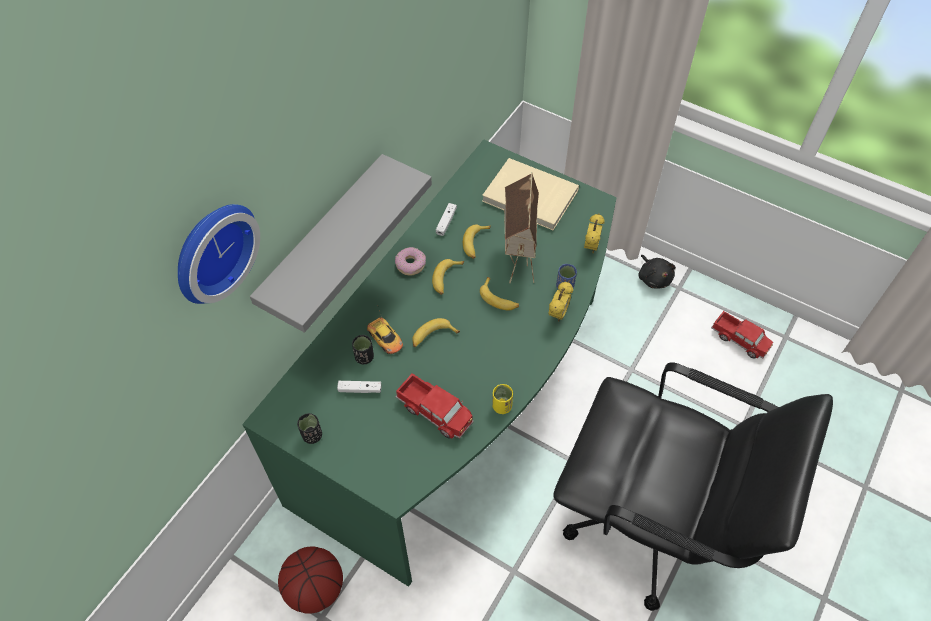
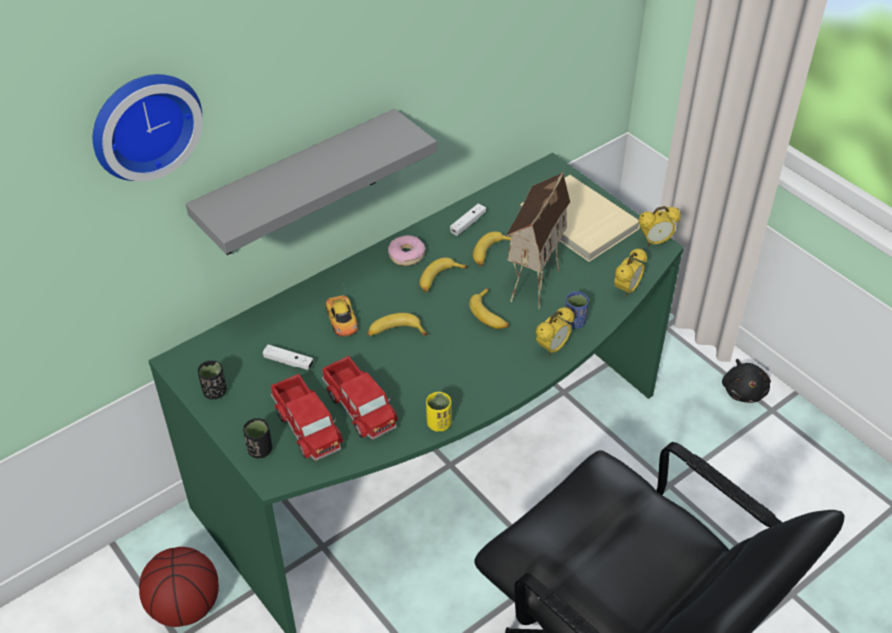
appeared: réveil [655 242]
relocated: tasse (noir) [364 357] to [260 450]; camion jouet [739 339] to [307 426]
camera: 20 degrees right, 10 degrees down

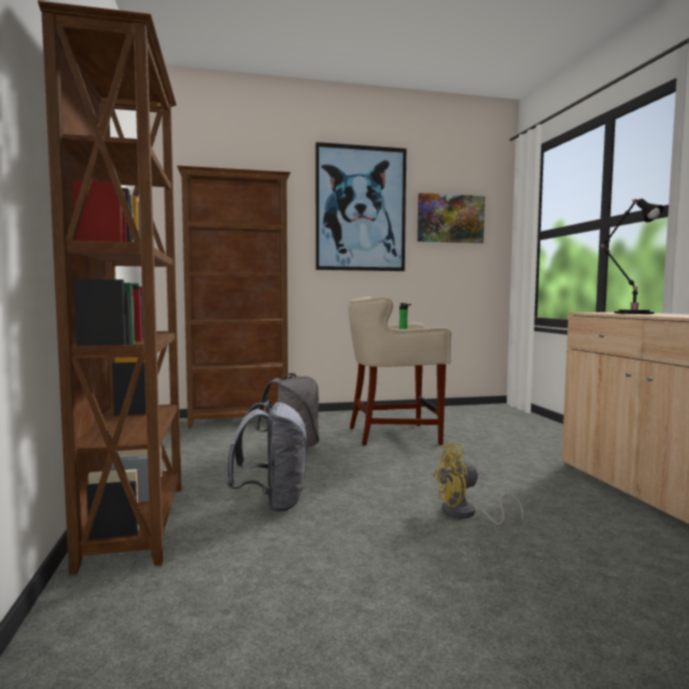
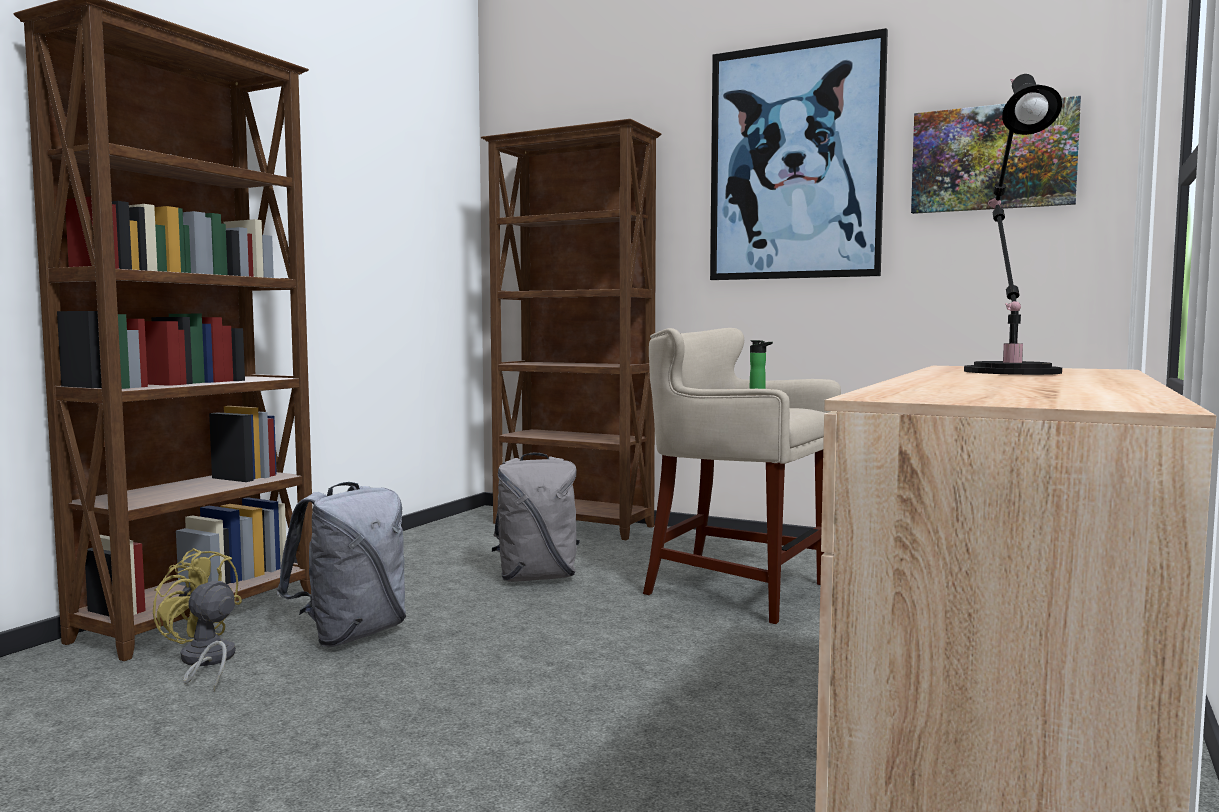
relocated: ventilateur (jaune) [465 514] to [205 662]
camera: 40 degrees right, 0 degrees up

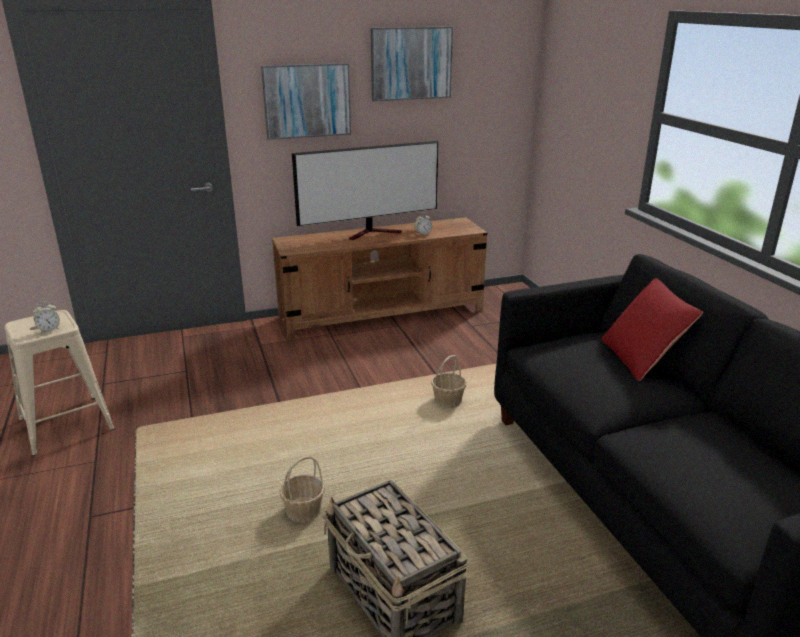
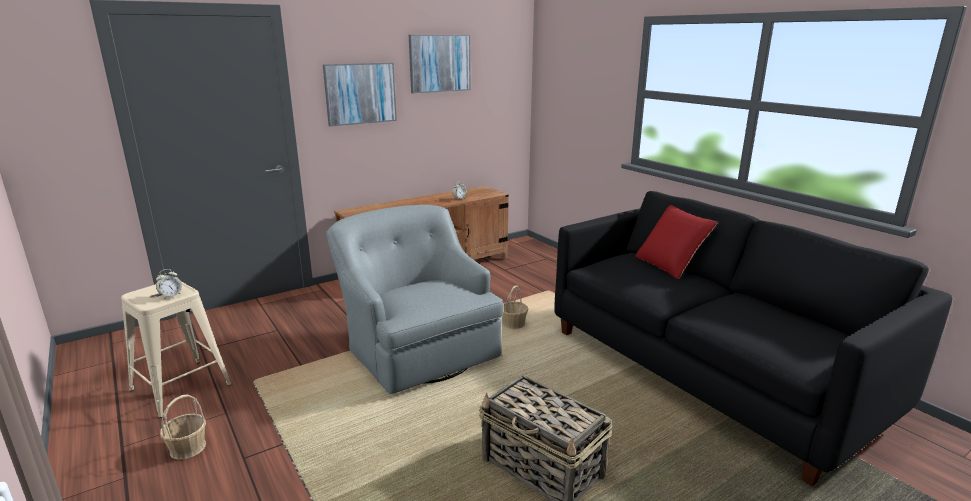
missing: téléviseur [374 233]
appeared: fauteuil (gris) [417 348]
relocated: panier [303 511] to [187 448]
camera: 15 degrees left, 5 degrees down

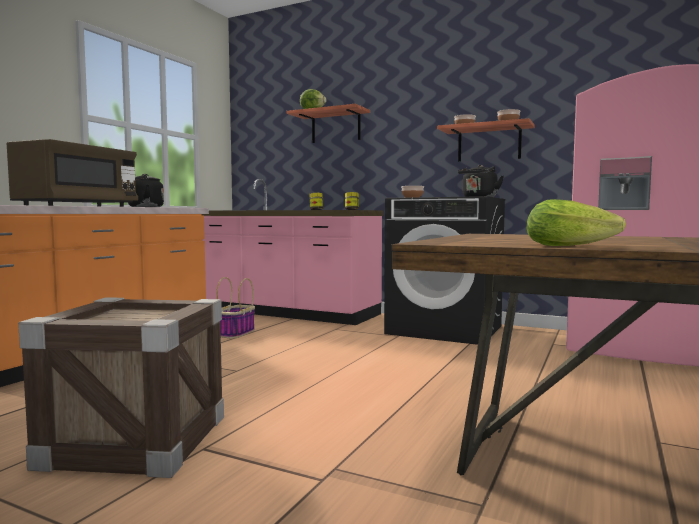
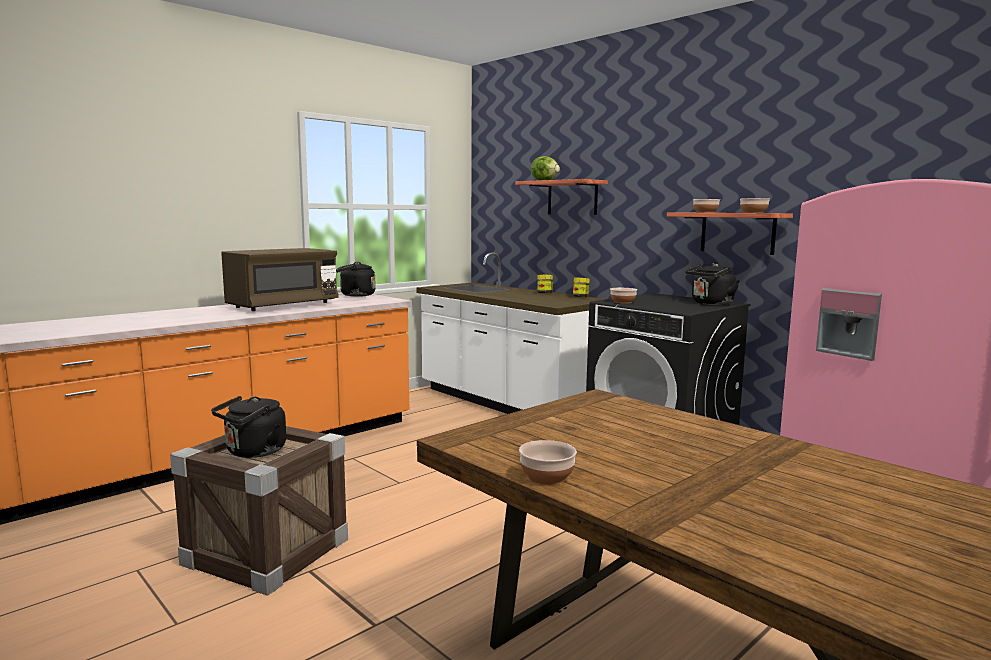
missing: panier [236 333]
appeared: bouilloire (noir) [253 452]
exchanged: laitue [573 246] to bol [547 476]
colour: comptoir de cuisine (rose) [286 312] to comptoir de cuisine (blanc) [508 403]
camera: 20 degrees right, 5 degrees up

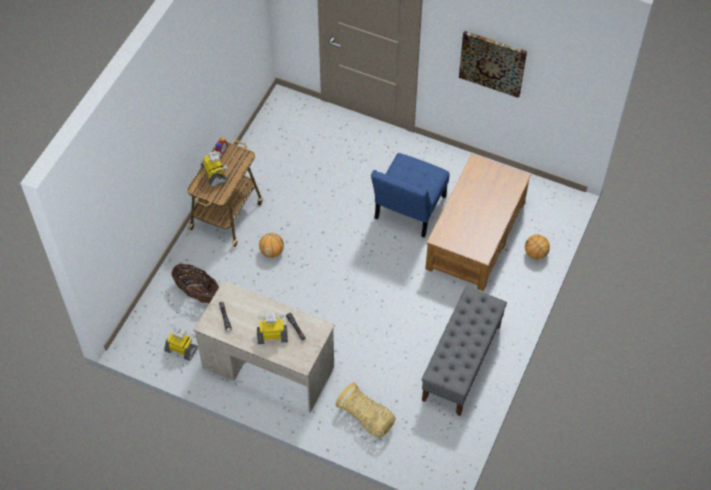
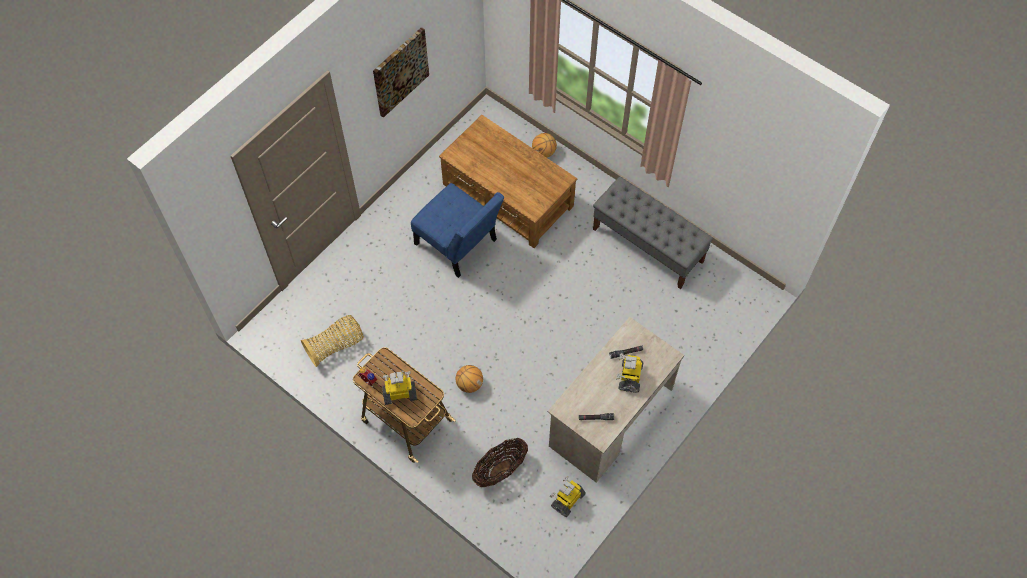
relocated: panier [366 418] to [336 346]
camera: 75 degrees left, 5 degrees up

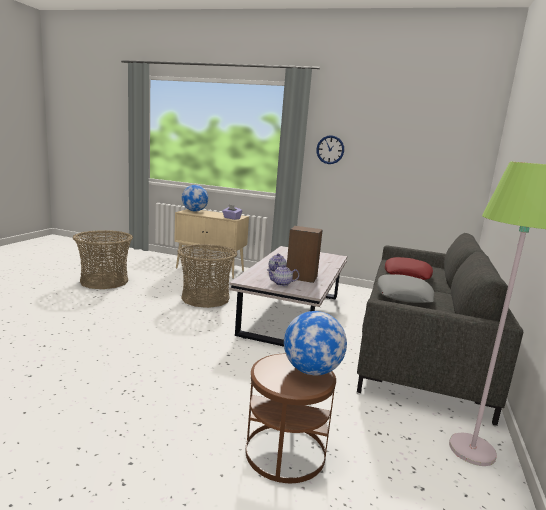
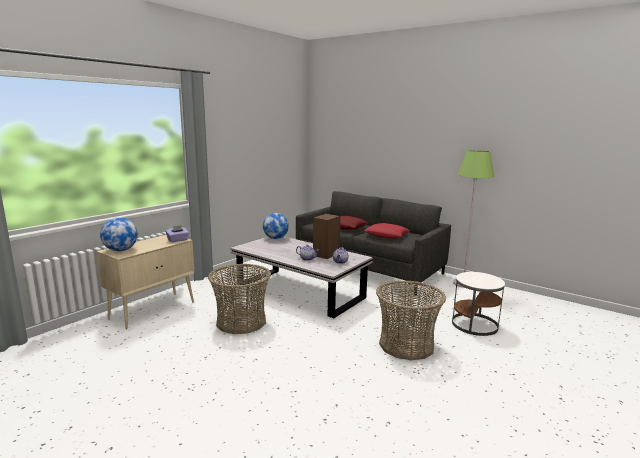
missing: horloge murale [330 149]
relocated: panier [104 281] to [406 345]; globe [312 371] to [275 238]
colour: table d'appoint (marron) [285 452] to table d'appoint (blanc) [475 324]; coussin (gris) [404 295] to coussin (rouge) [387 235]
camera: 70 degrees left, 0 degrees up

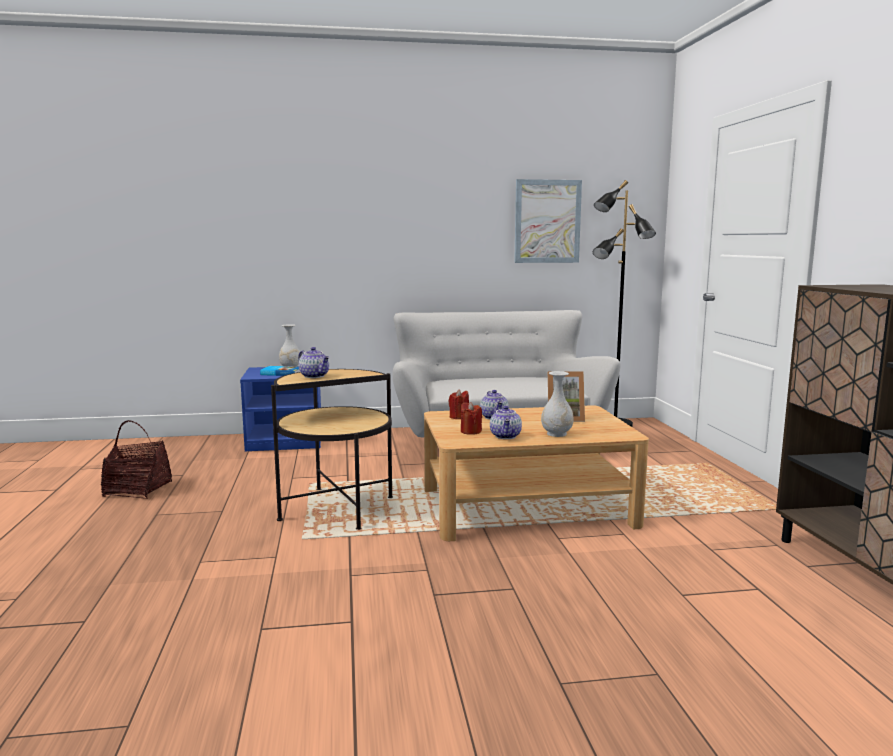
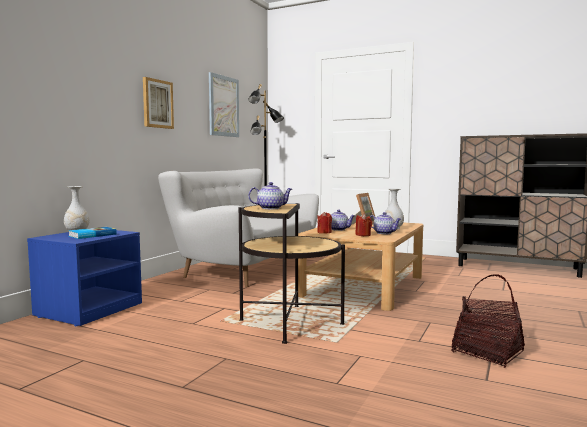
appeared: tableau [157 104]
relocated: panier [138 489] to [487 352]
camera: 55 degrees left, 5 degrees down

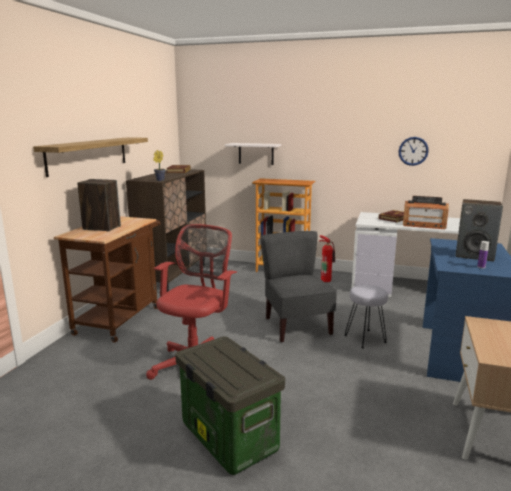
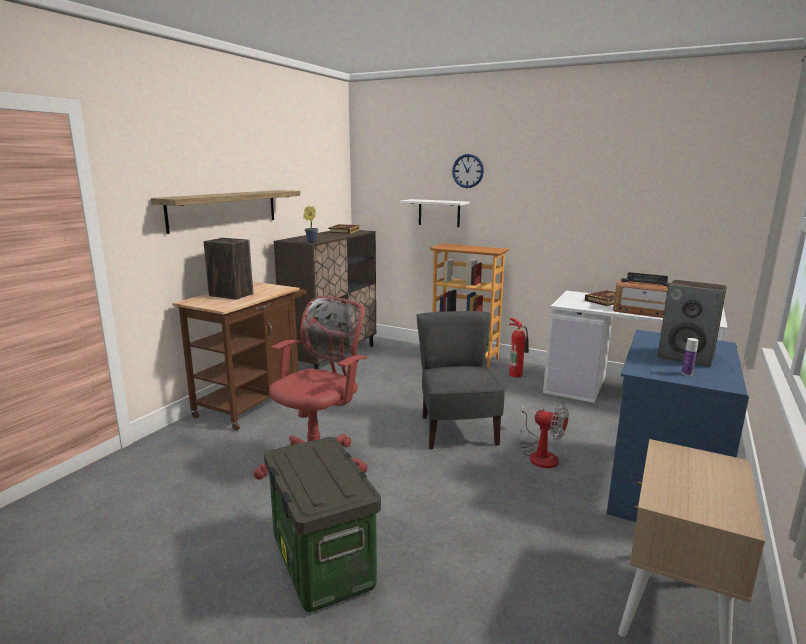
relocated: horloge murale [413 151] to [468 171]
exchanged: tabouret (gris) [365 338] to ventilateur [540 454]
camera: 10 degrees right, 0 degrees up

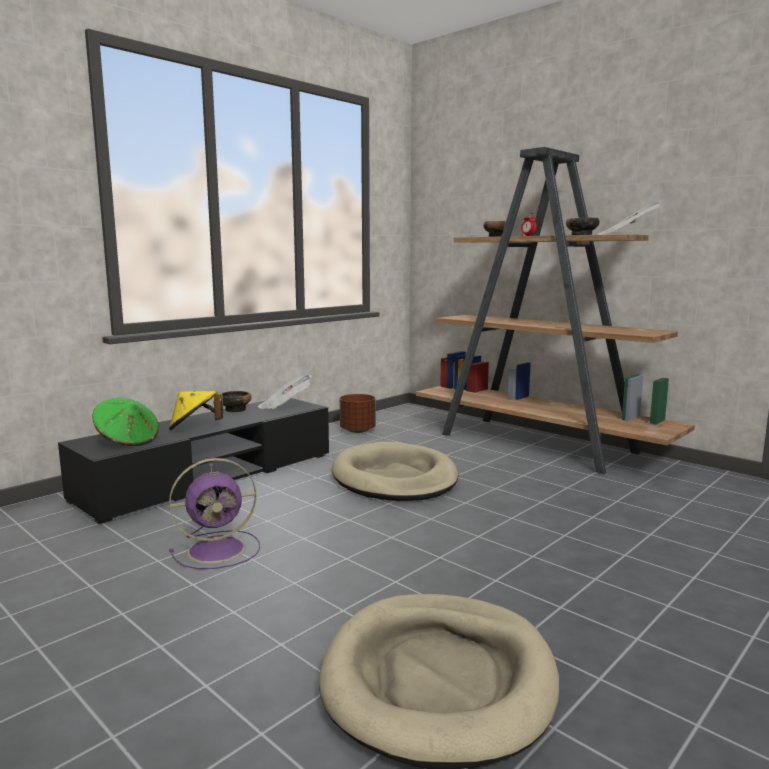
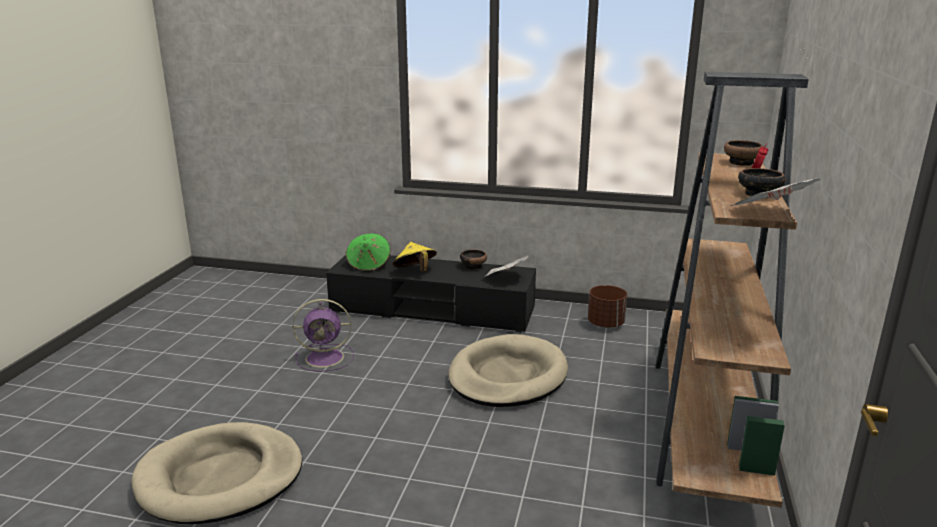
spun: ventilateur (violet) [219 549] = [326 358] 45 degrees counterclockwise
camera: 60 degrees right, 10 degrees up

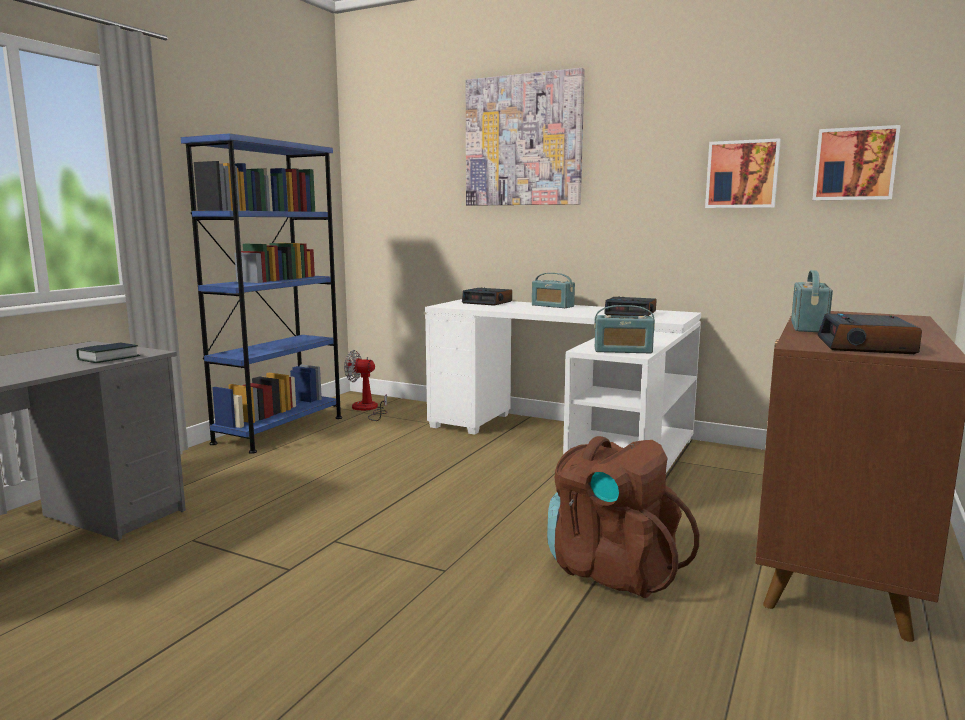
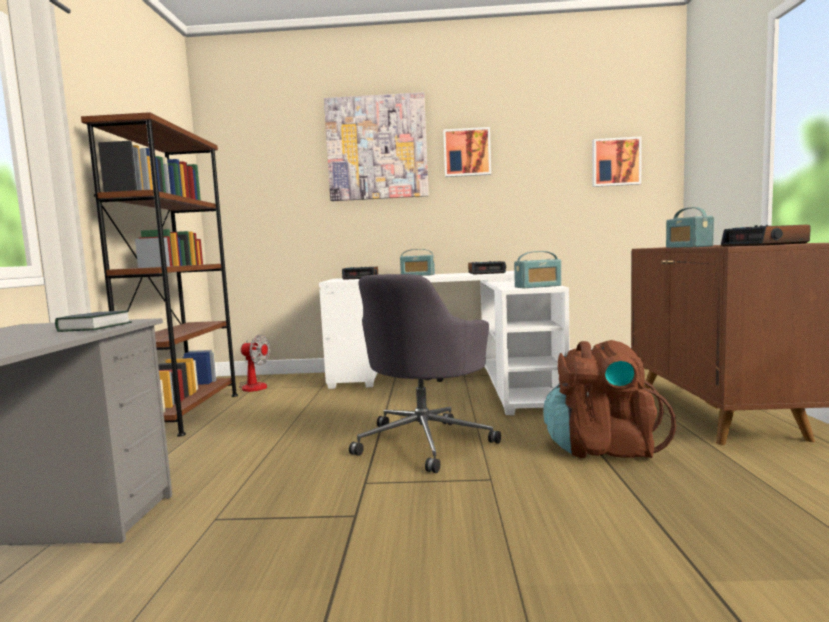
appeared: chaise de bureau (gris) [425 441]
relocated: tableau [742 174] to [467 152]
colour: bibliothèque (bleu) [280 430] to bibliothèque (marron) [186 414]
spun: ventilateur [367 409] = [254 386] 150 degrees counterclockwise
camera: 25 degrees left, 5 degrees down

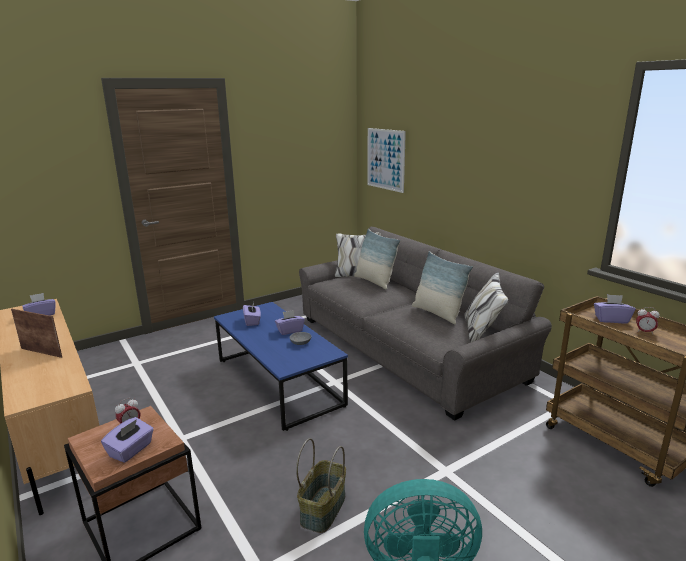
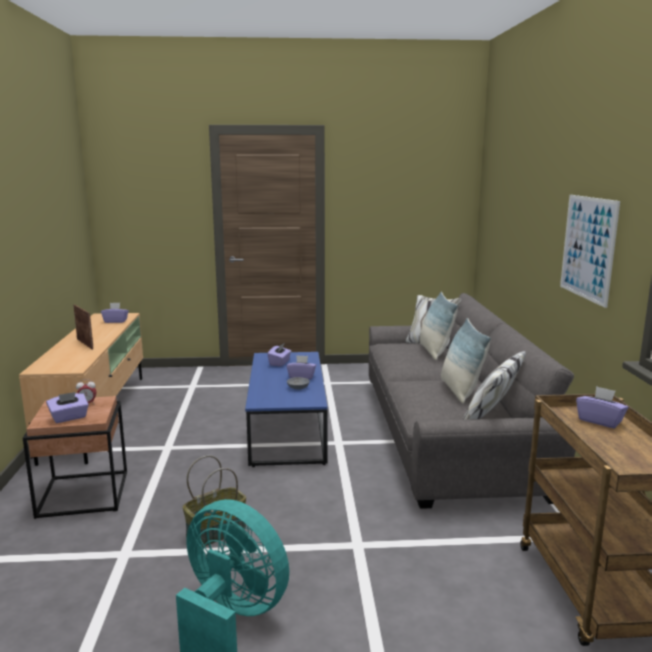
missing: réveil [644 332]
relocated: tableau [385 159] to [588 248]
camera: 30 degrees right, 5 degrees down

